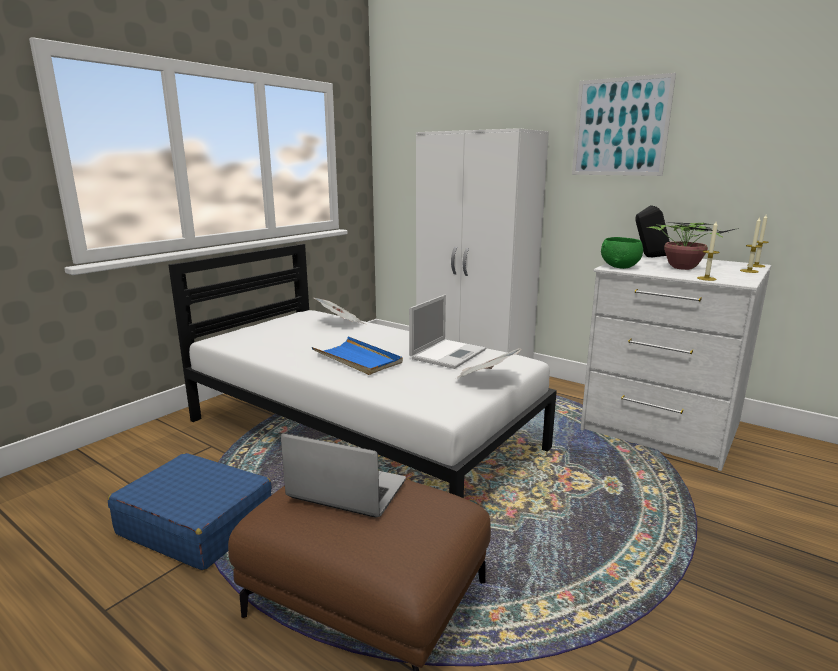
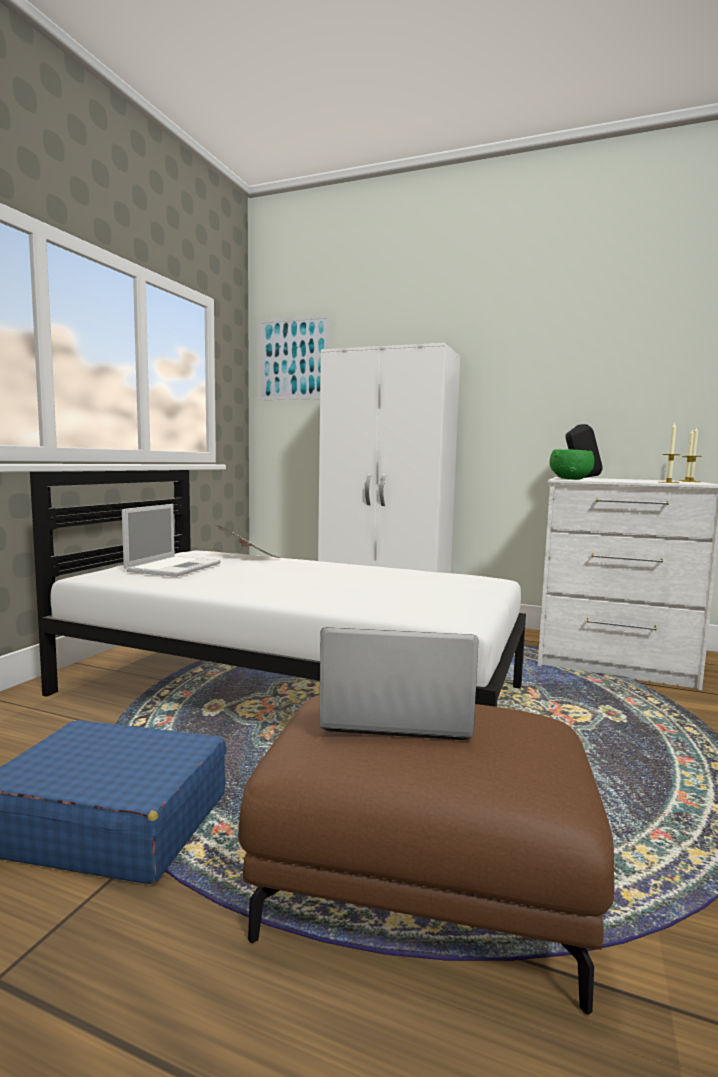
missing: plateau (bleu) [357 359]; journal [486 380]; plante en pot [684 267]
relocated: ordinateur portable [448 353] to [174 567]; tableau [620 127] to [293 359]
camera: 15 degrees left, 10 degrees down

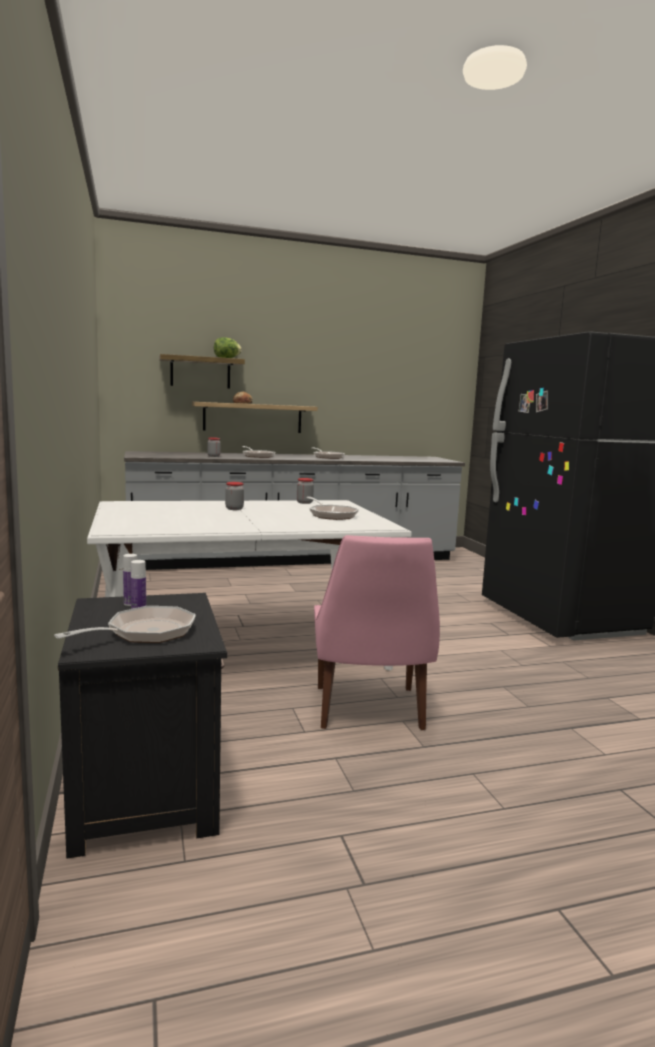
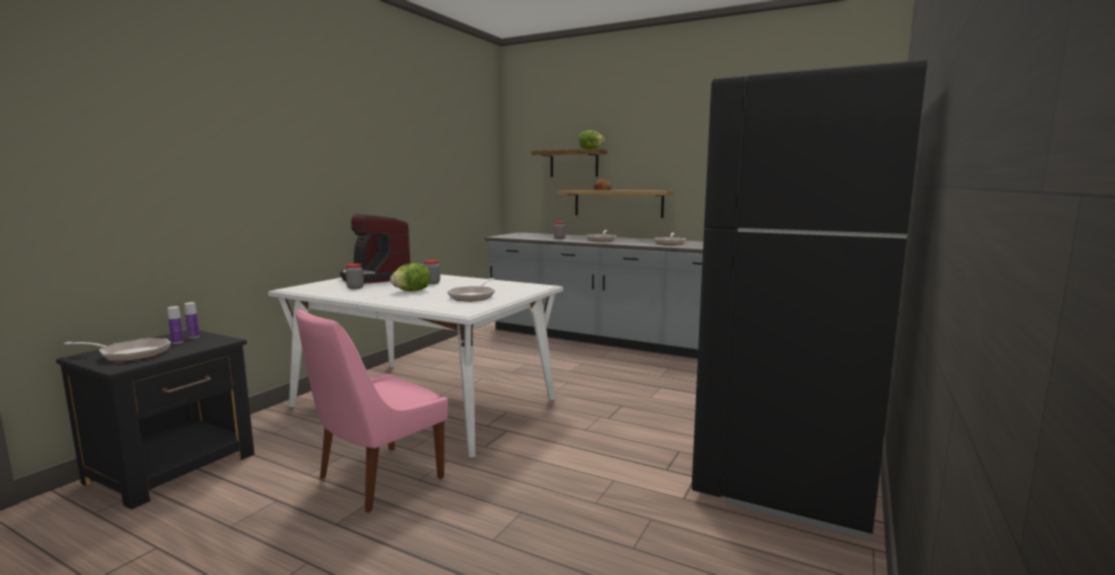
appeared: machine à café [375 277]; laitue [412 291]
relocated: bocal [304 502] to [355 288]
camera: 45 degrees right, 0 degrees up

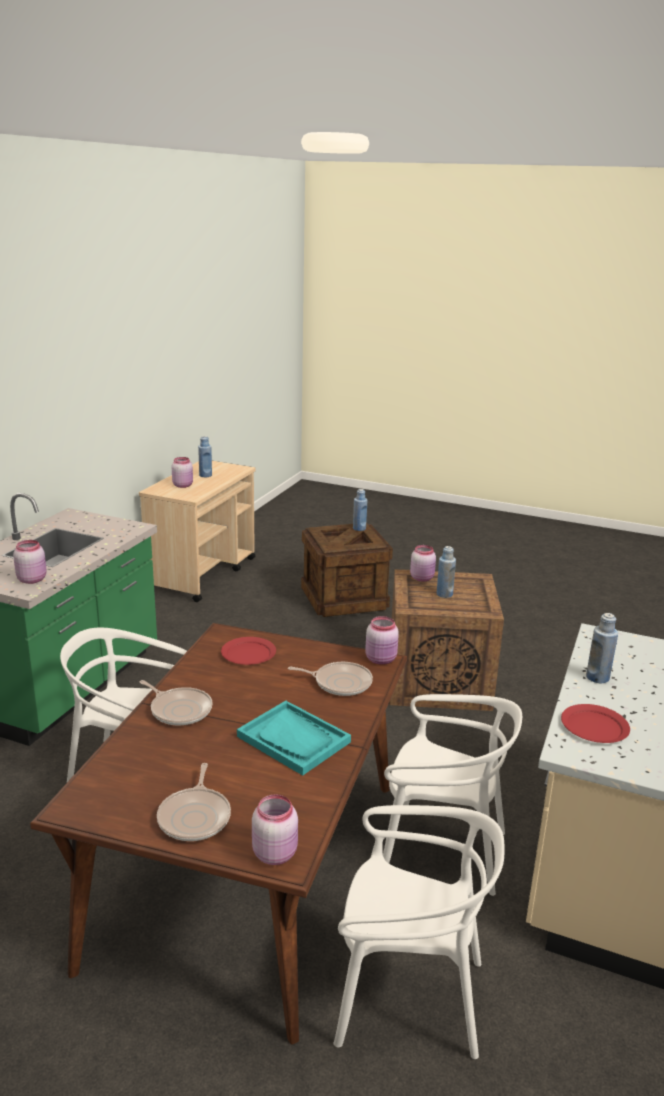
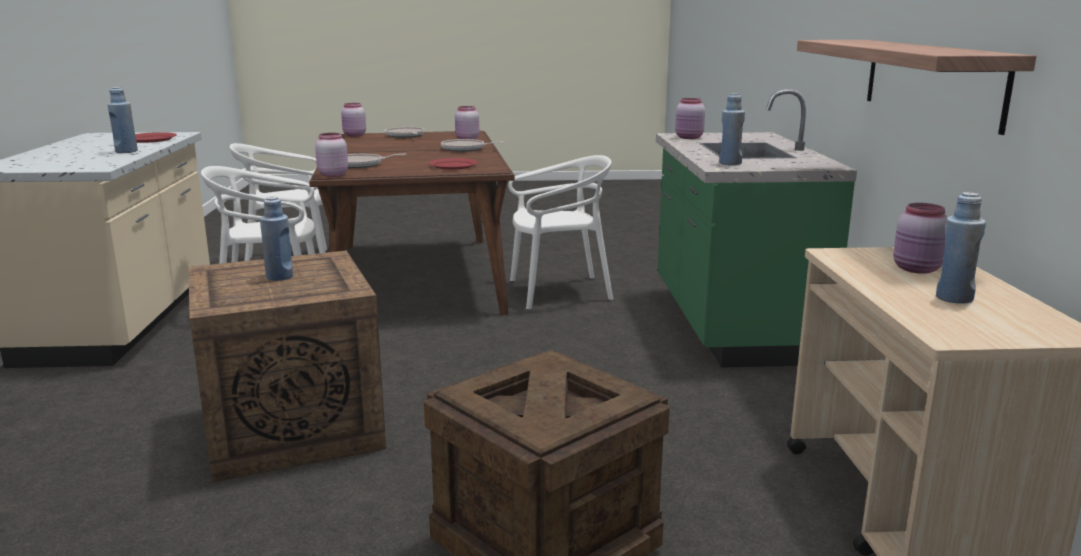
missing: plateau (turquoise) [294 739]
appeared: étagère [931 81]
relocated: bouteille (bleu) [359 528] to [730 163]; bocal (rose) [422 578] to [466 139]
camera: 155 degrees right, 5 degrees down

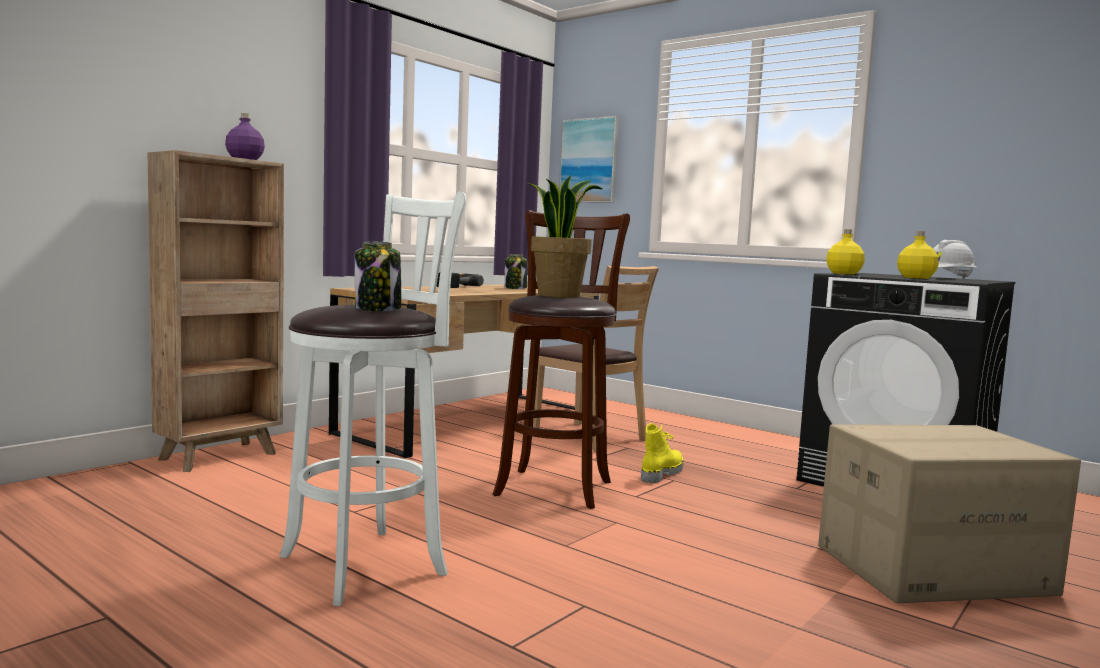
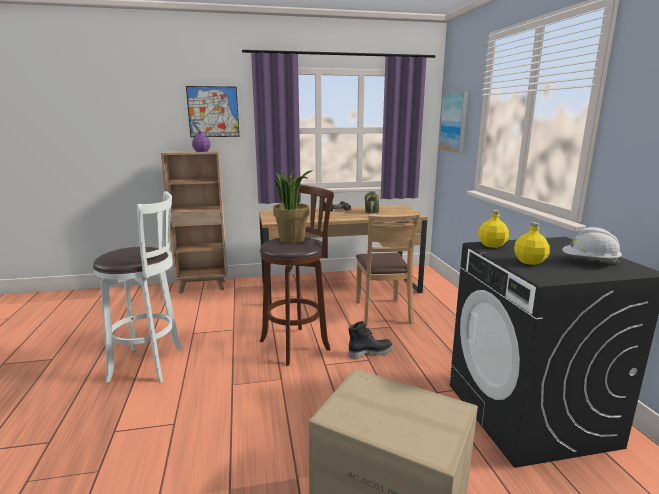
missing: bocal [378 309]
appeared: tableau [213 112]
colour: botte (jaune) [660 474] to botte (noir) [370 352]
camera: 40 degrees right, 10 degrees up

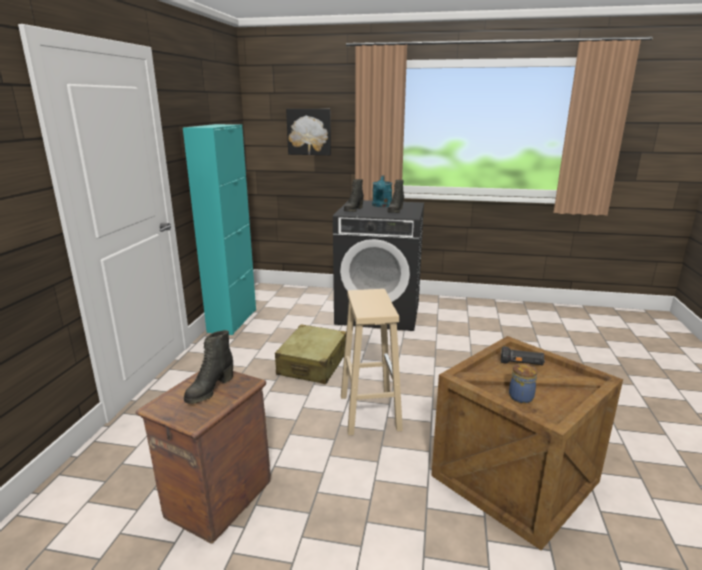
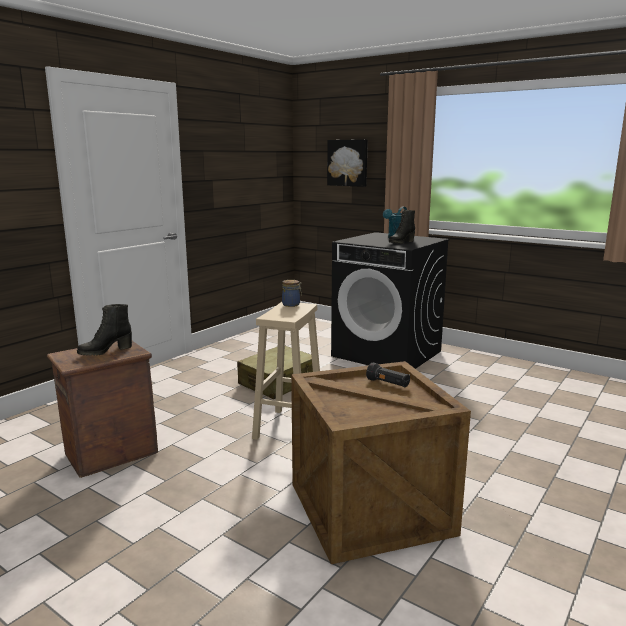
missing: meuble de rangement (turquoise) [232 320]; botte (noir) [353 210]
relocated: bocal [521 396] to [292 304]
camera: 25 degrees right, 5 degrees down

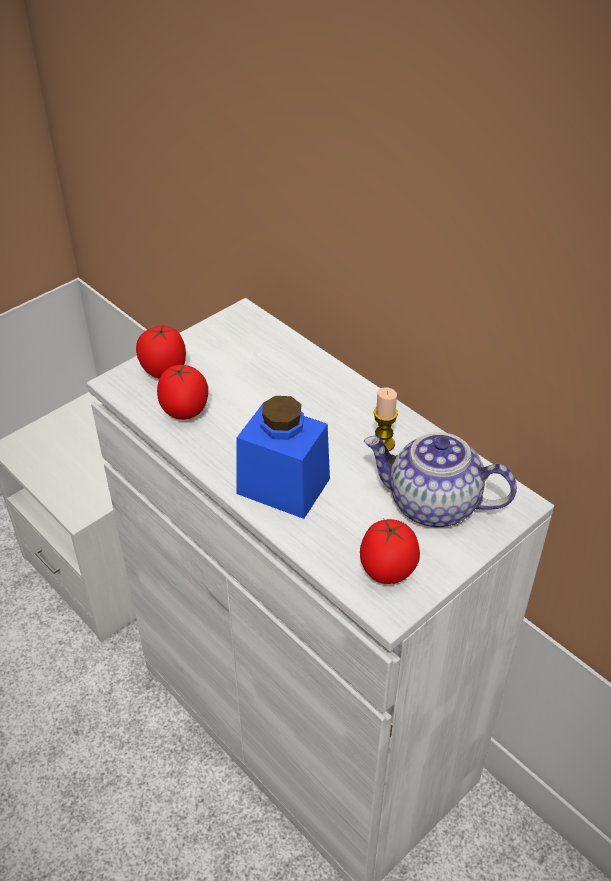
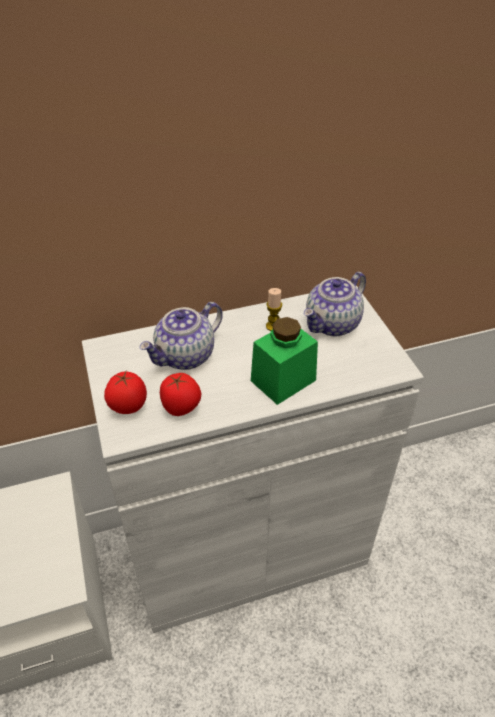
missing: tomate [386 572]
appeared: théière [185 356]
colour: bocal (bleu) [283 486] to bocal (vert) [283 380]
camera: 65 degrees left, 0 degrees up

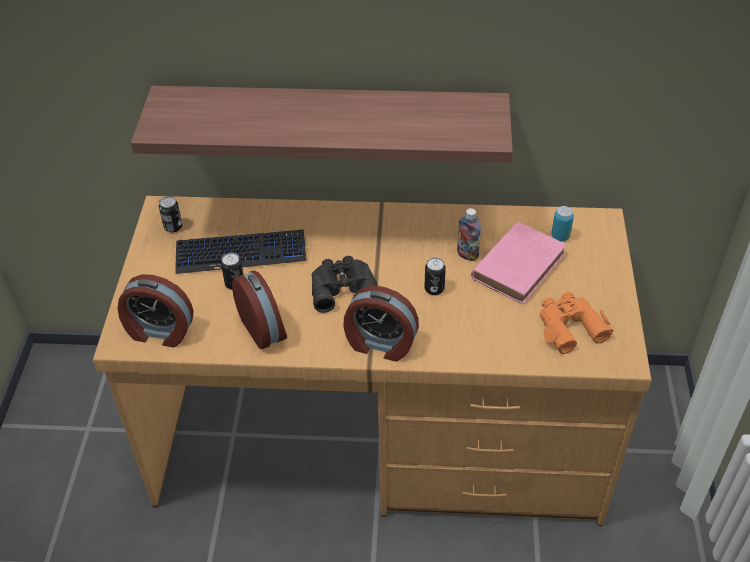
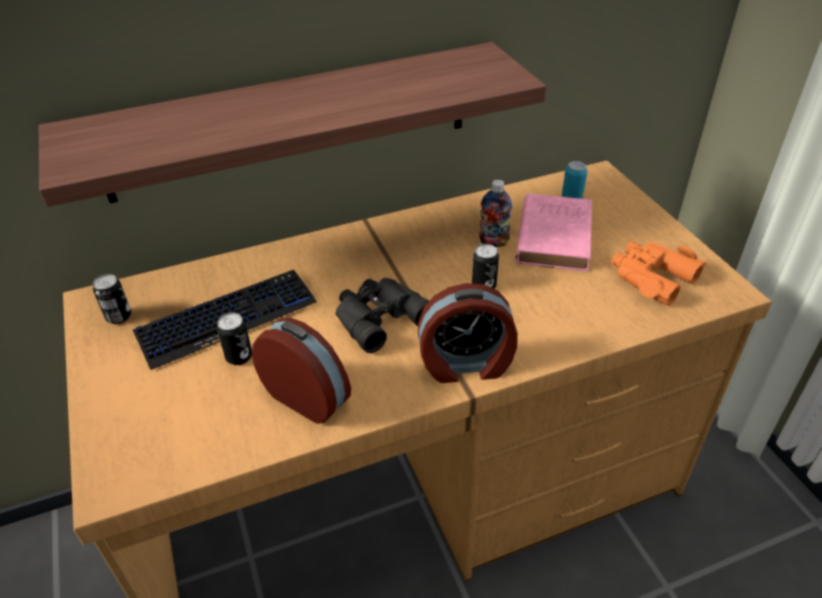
missing: réveil [159 332]
camera: 25 degrees left, 5 degrees down

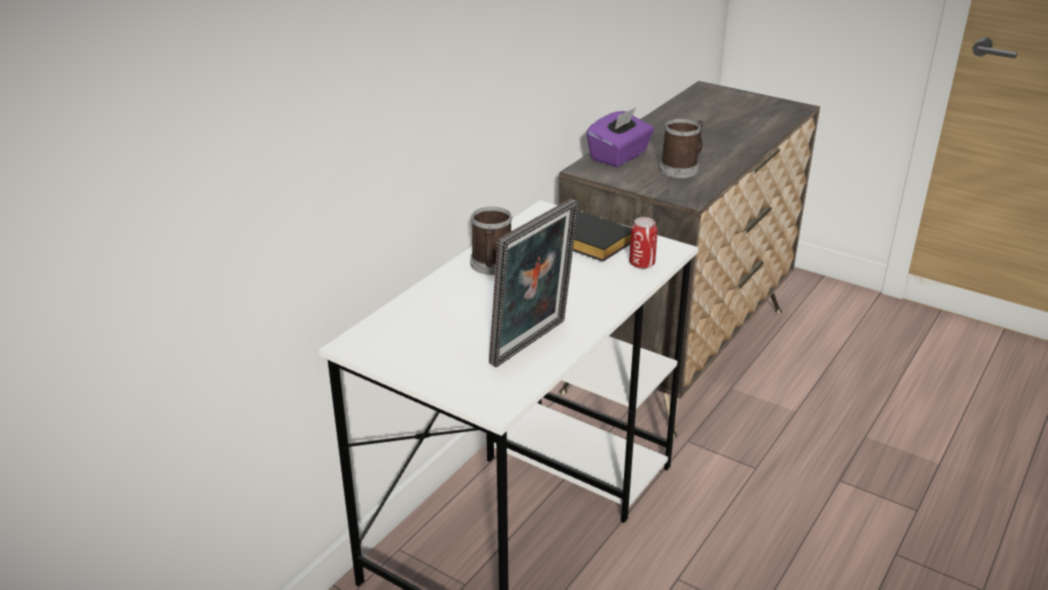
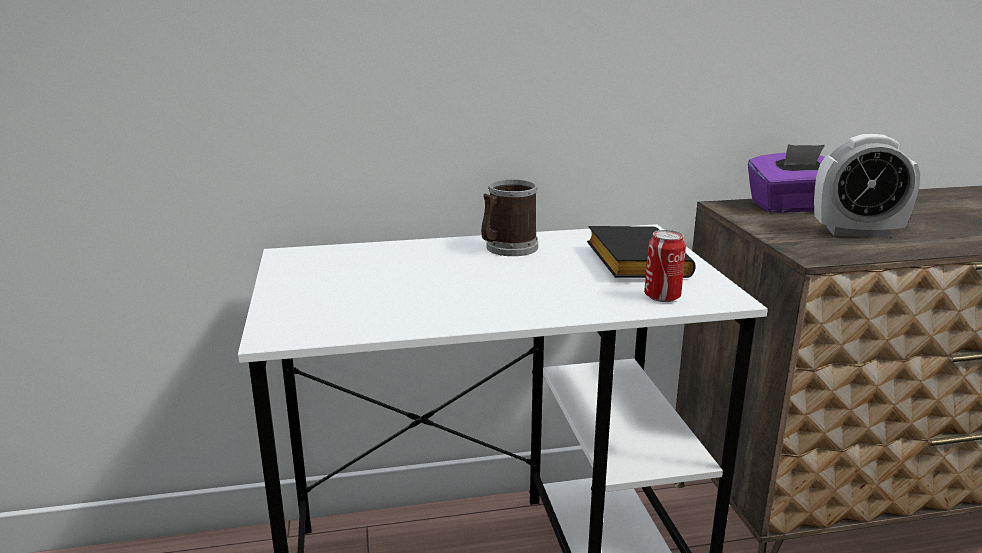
missing: cadre photo [533 344]
exchanged: mug [682 168] to réveil [856 232]
camera: 45 degrees right, 10 degrees down

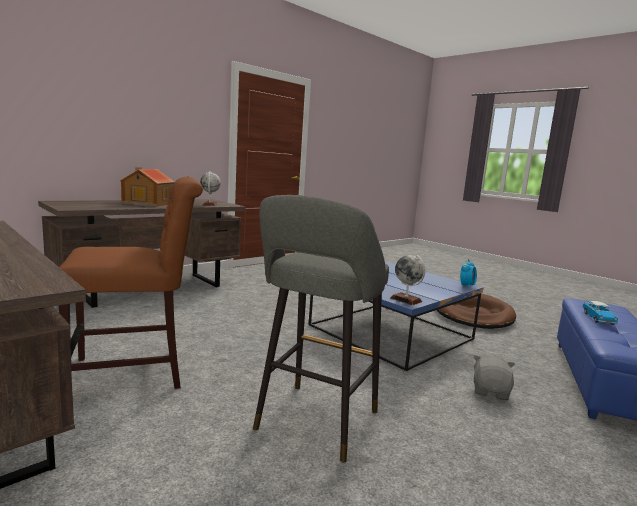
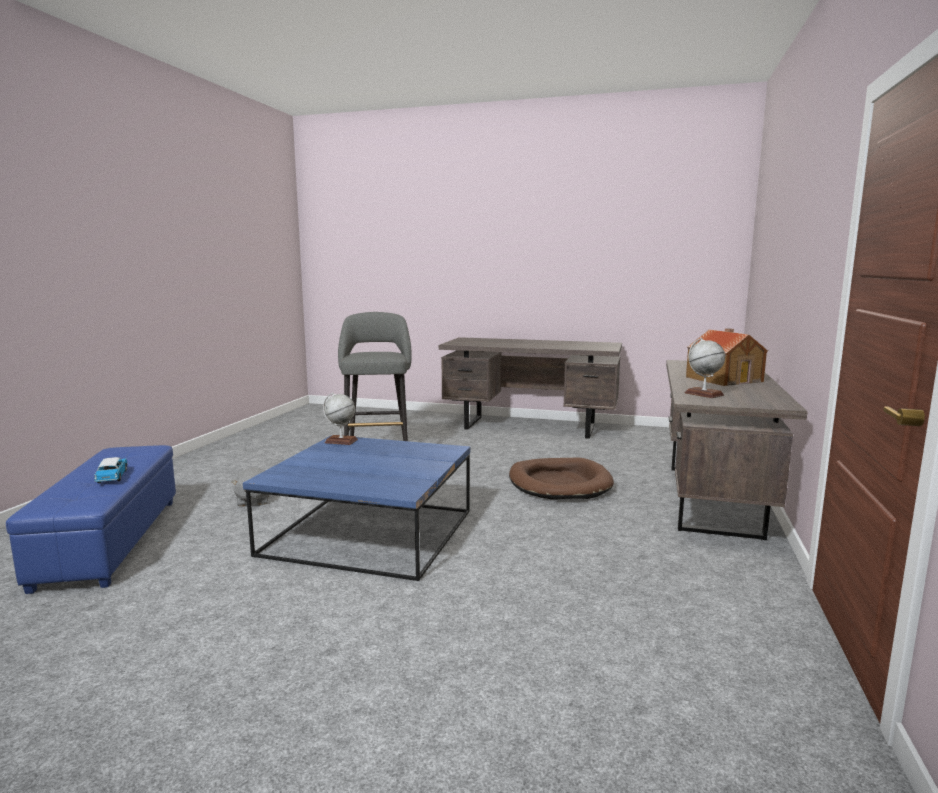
missing: chaise (marron) [135 372]; réveil [467 286]
relocated: panier pour chien (marron) [473 314] to [559 483]
camera: 150 degrees right, 0 degrees up

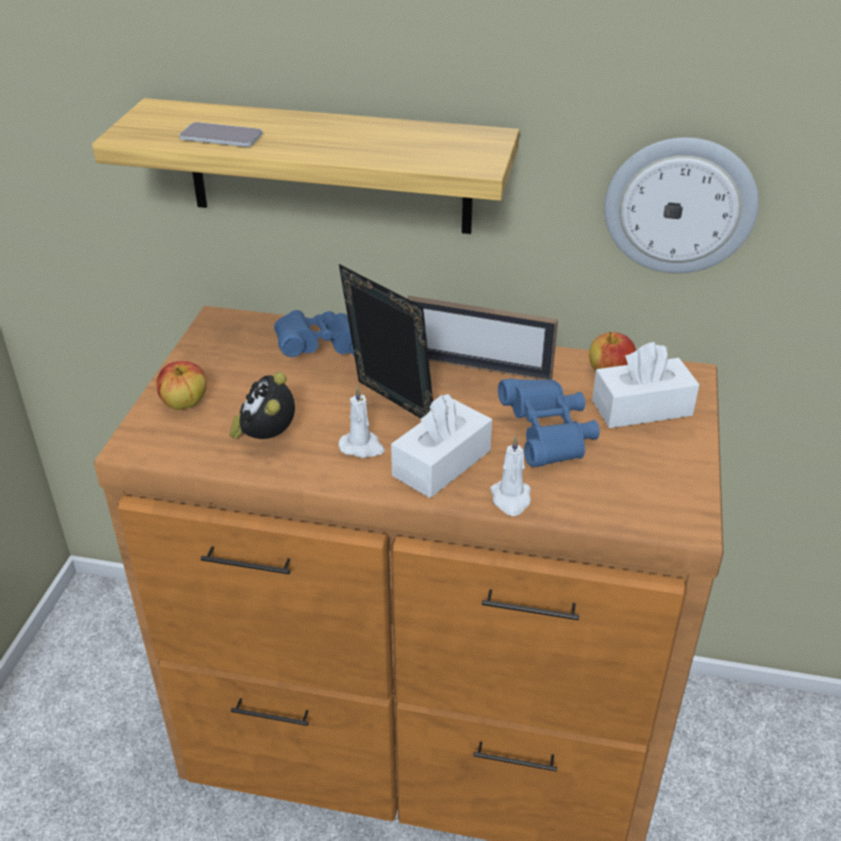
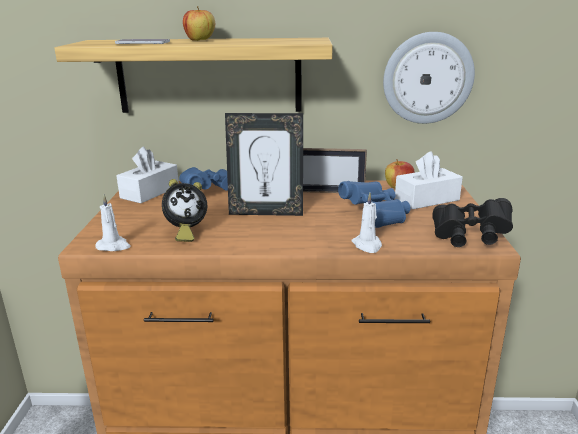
appeared: jumelles (noir) [469 237]
relocated: pomme [185 403] to [200 40]; bougie (blanc) [362 447] to [114 246]; boîte à mouchoirs (blanc) [441 463] to [150 192]
spun: réveil [266 438] = [185 233] 105 degrees counterclockwise; cadre photo [389 407] = [266 212] 150 degrees clockwise
camera: 10 degrees left, 15 degrees down

